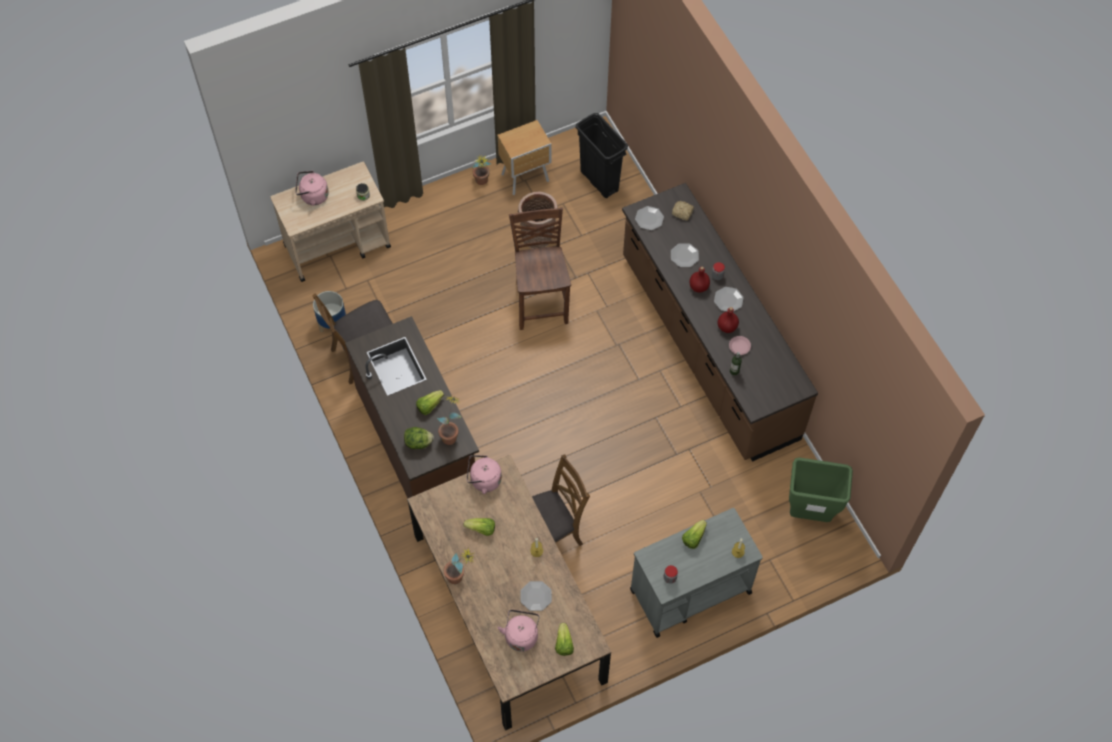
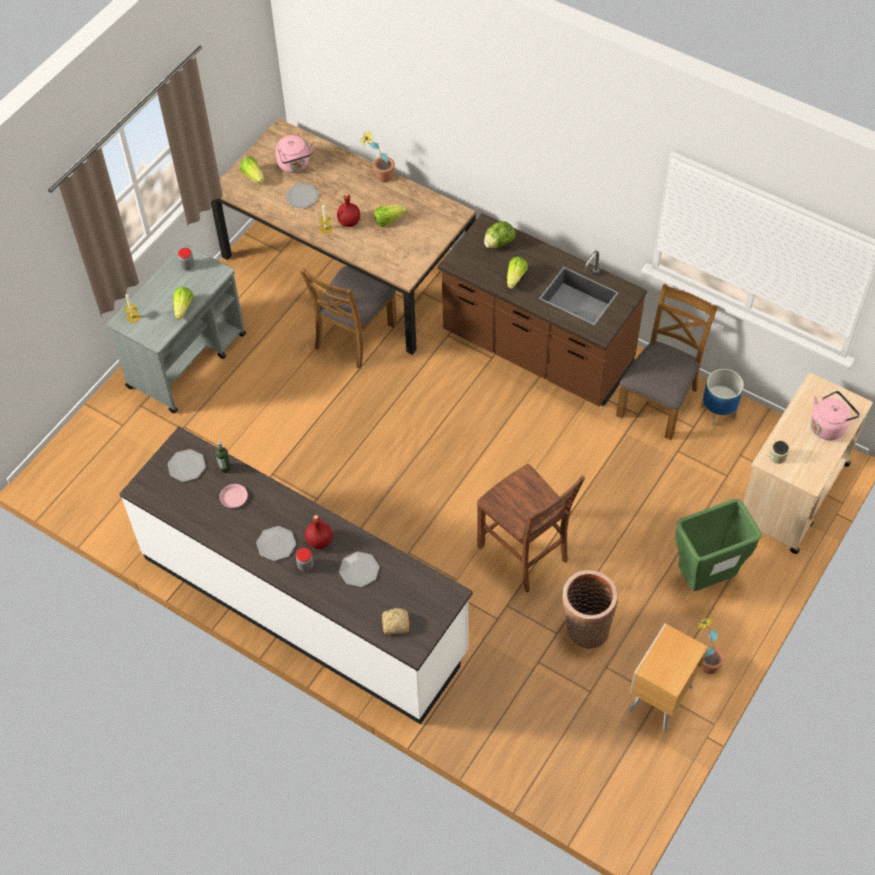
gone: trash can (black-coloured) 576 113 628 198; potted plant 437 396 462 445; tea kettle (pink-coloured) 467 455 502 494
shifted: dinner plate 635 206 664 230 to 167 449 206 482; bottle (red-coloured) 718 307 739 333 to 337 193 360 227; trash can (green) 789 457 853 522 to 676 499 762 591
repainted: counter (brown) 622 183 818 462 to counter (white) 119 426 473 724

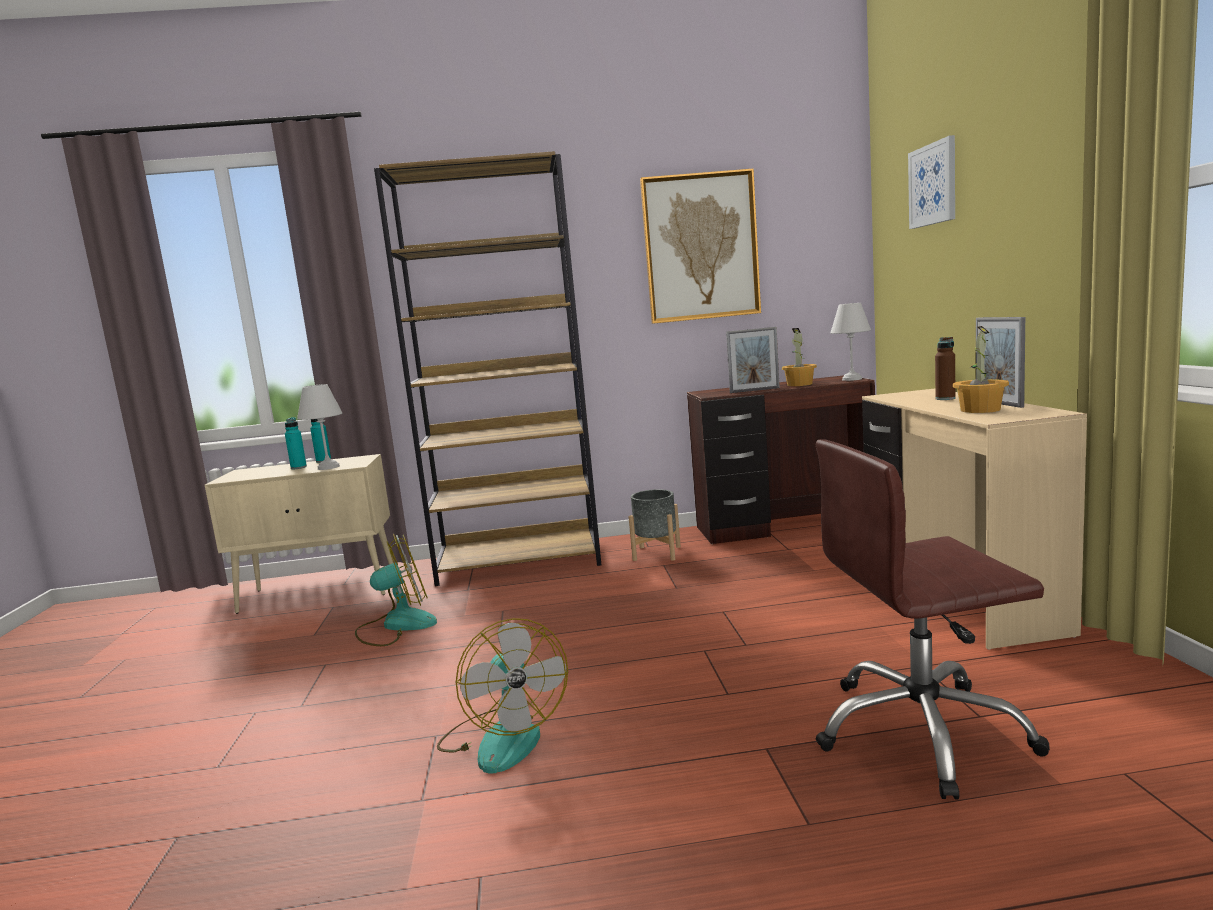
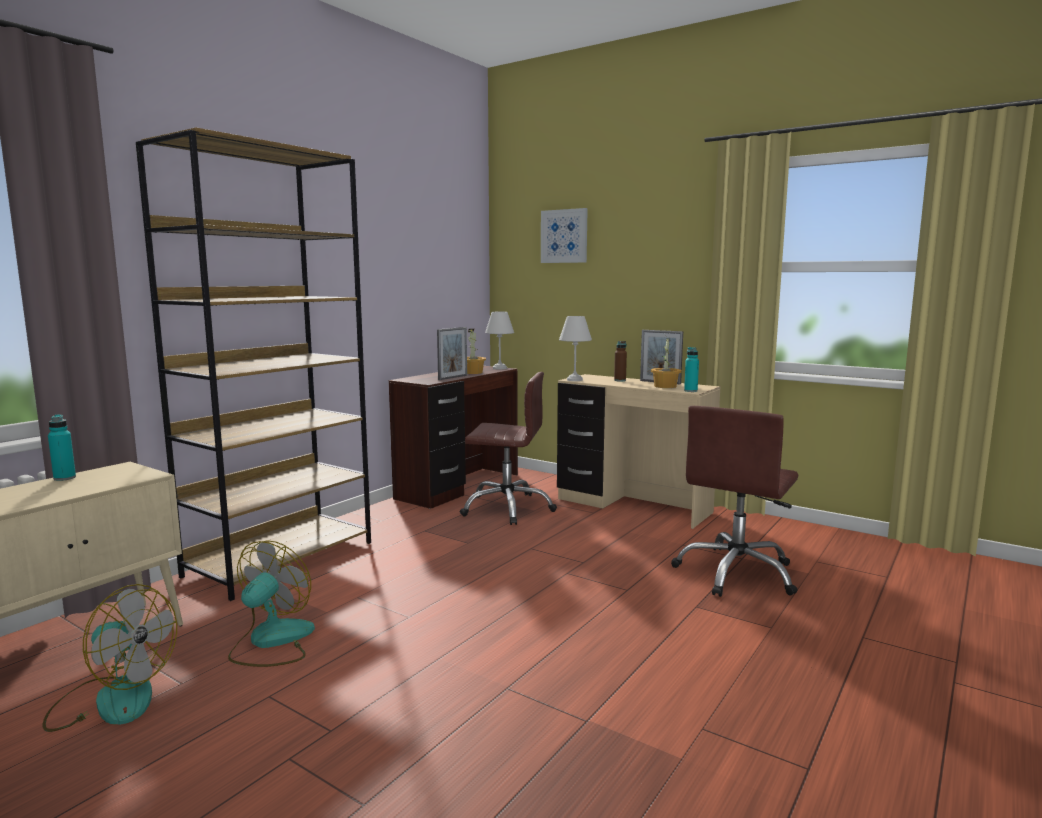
gone: wall art 640 169 761 324; flower pot (grey) 628 489 681 561
new: office chair (brown) 460 372 557 525
shifted: lamp for a table (white) 297 384 342 470 to 559 316 592 381; bottle (turquoise) 285 417 307 469 to 684 347 699 392; cooling fan 437 618 568 773 to 42 584 177 732

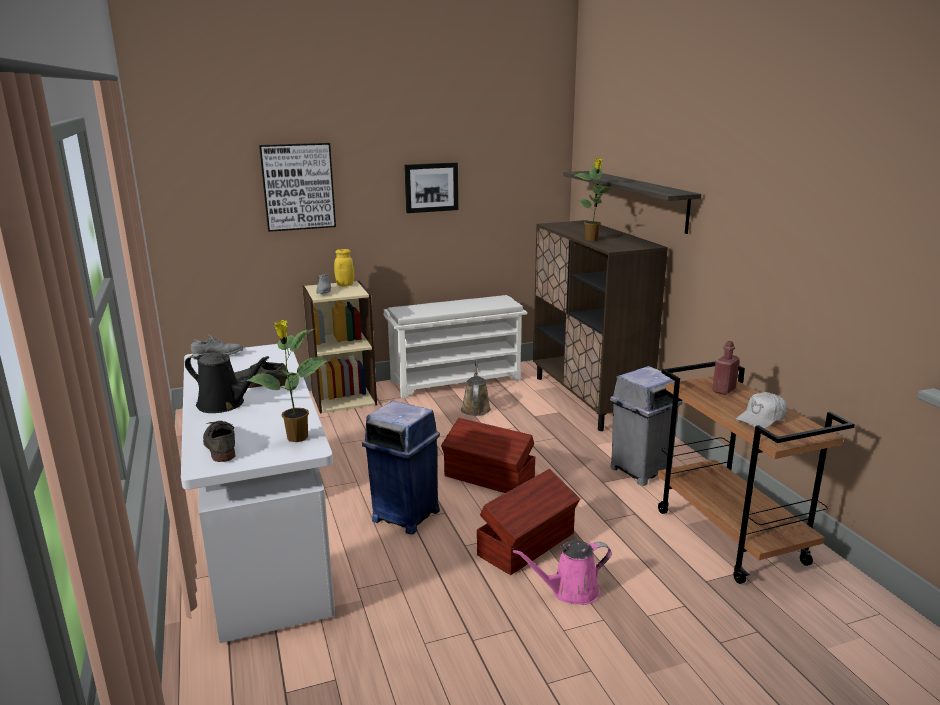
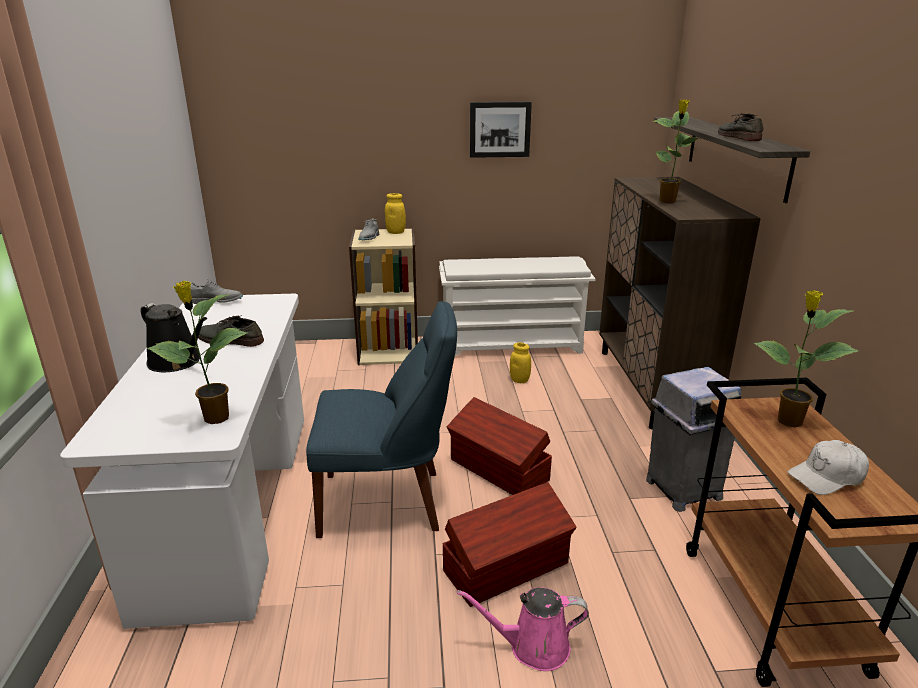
gone: wall art 259 143 336 232
shifted: shoe (grey) 203 421 236 462 to 718 113 763 141
swapped: bottle (red-coloured) 712 341 740 395 to potted plant 754 290 859 428; watering pot (brown) 461 359 491 416 to jar (yellow) 510 342 531 383; trash can (bluish) 362 401 440 535 to plain chair (bluish) 306 301 457 538

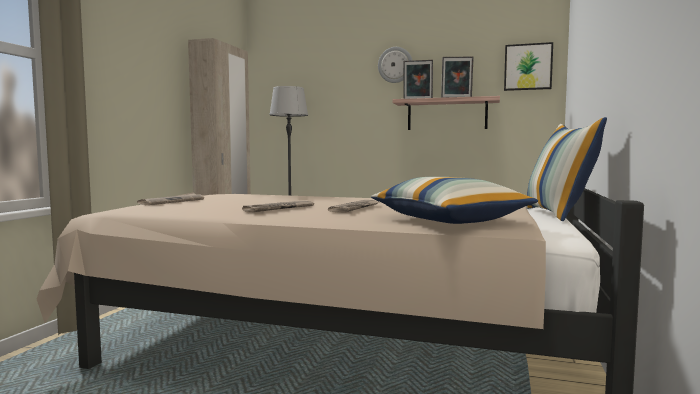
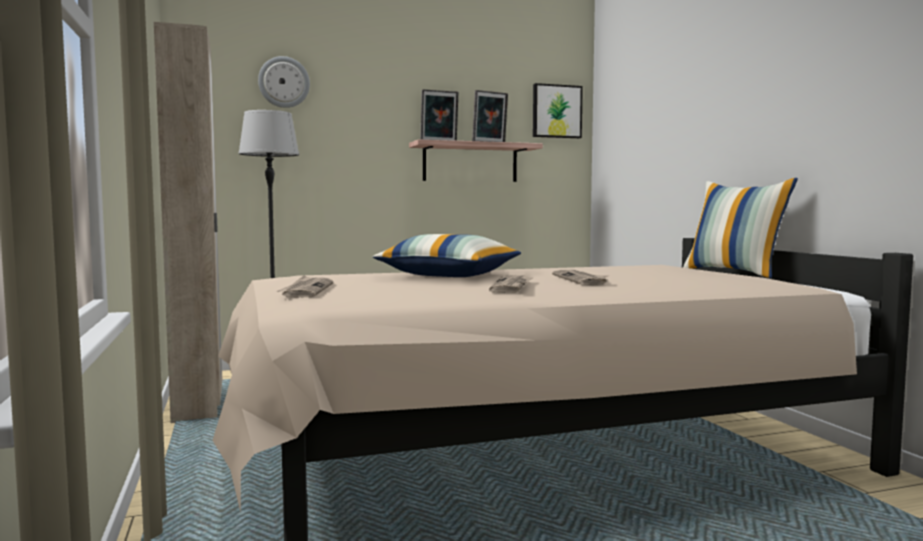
shifted: hanging clock 378 47 412 83 to 258 56 310 108; pillow 371 177 538 224 to 373 234 521 277

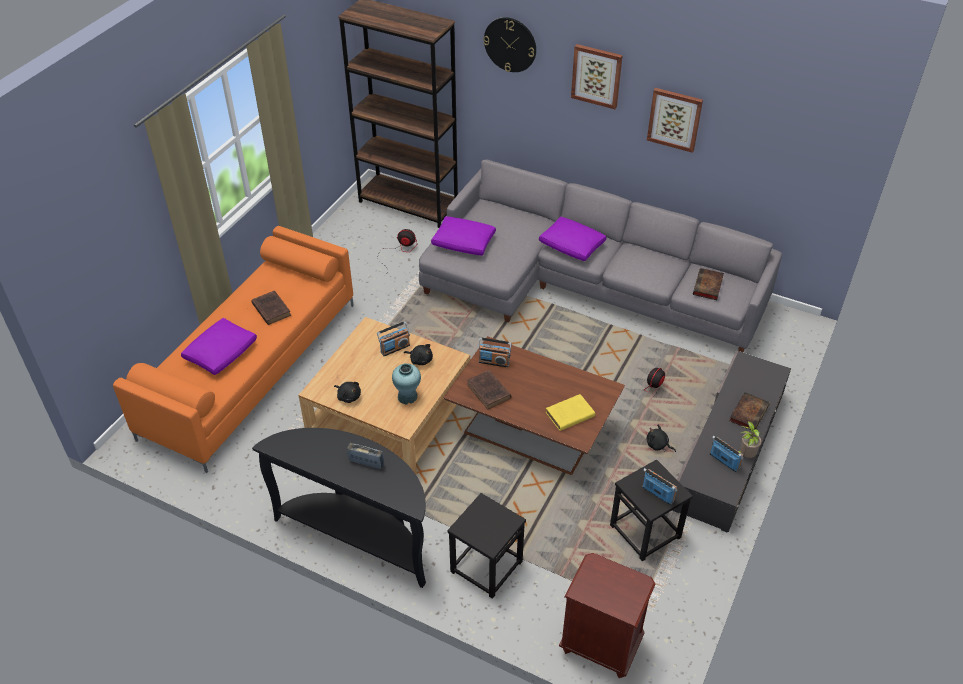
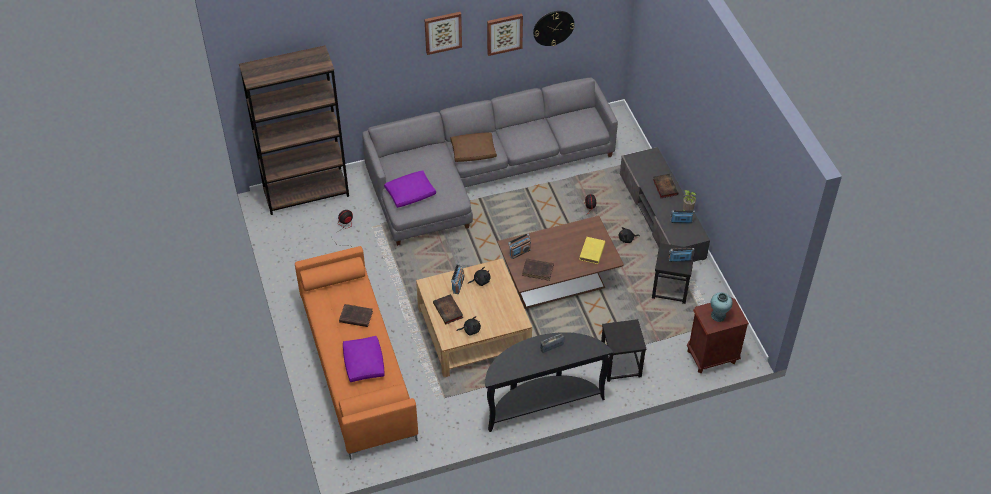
shifted: hanging clock 483 17 536 72 to 533 11 574 46; volume 693 268 724 300 to 433 294 463 324; decorative vase (turquoise) 392 363 421 404 to 711 292 733 322
repainted: pillow (purple) 539 217 606 261 to pillow (brown) 450 132 497 162

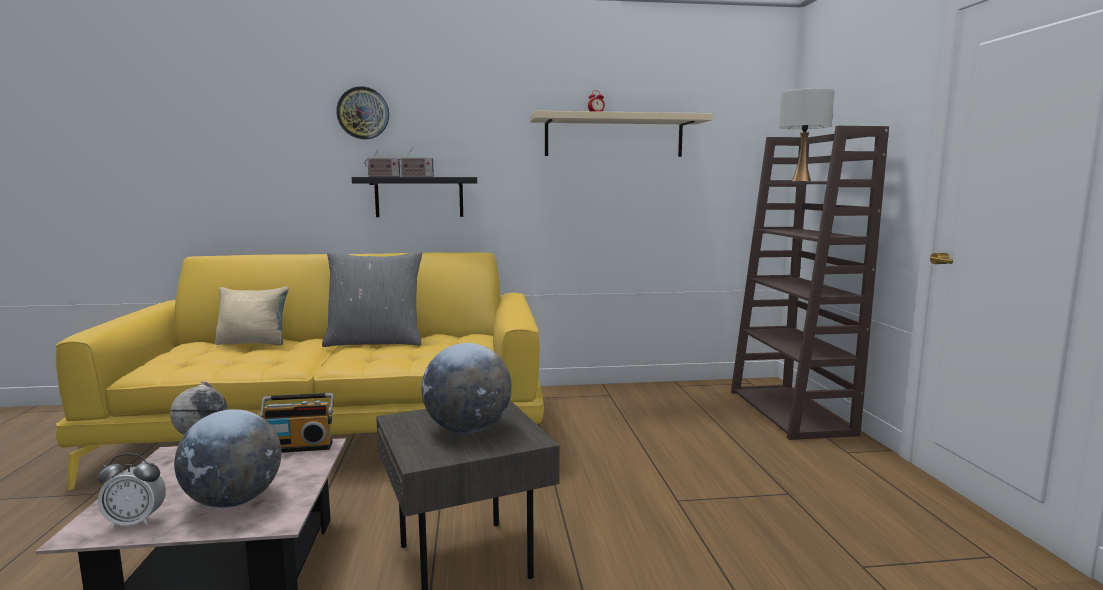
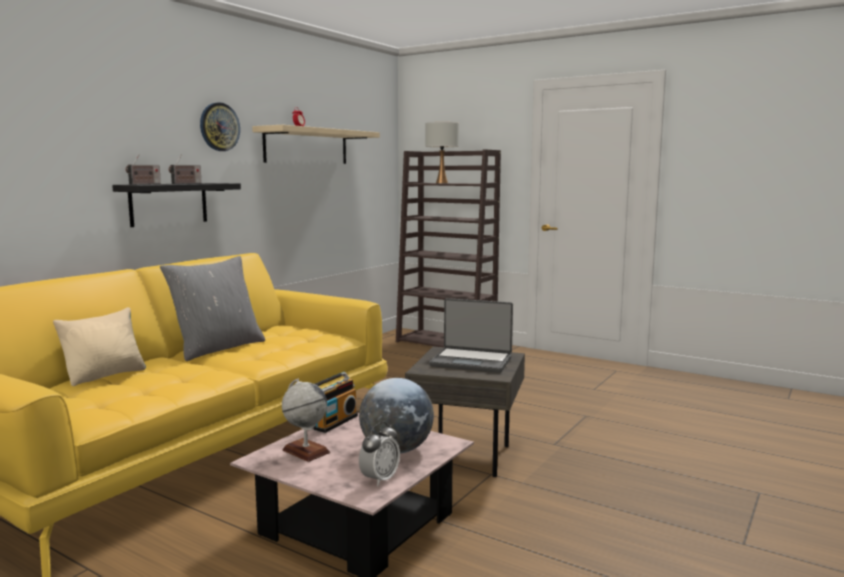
shifted: hanging clock 336 86 389 139 to 200 102 240 151
swapped: globe 421 343 512 433 to notebook computer 429 298 513 373

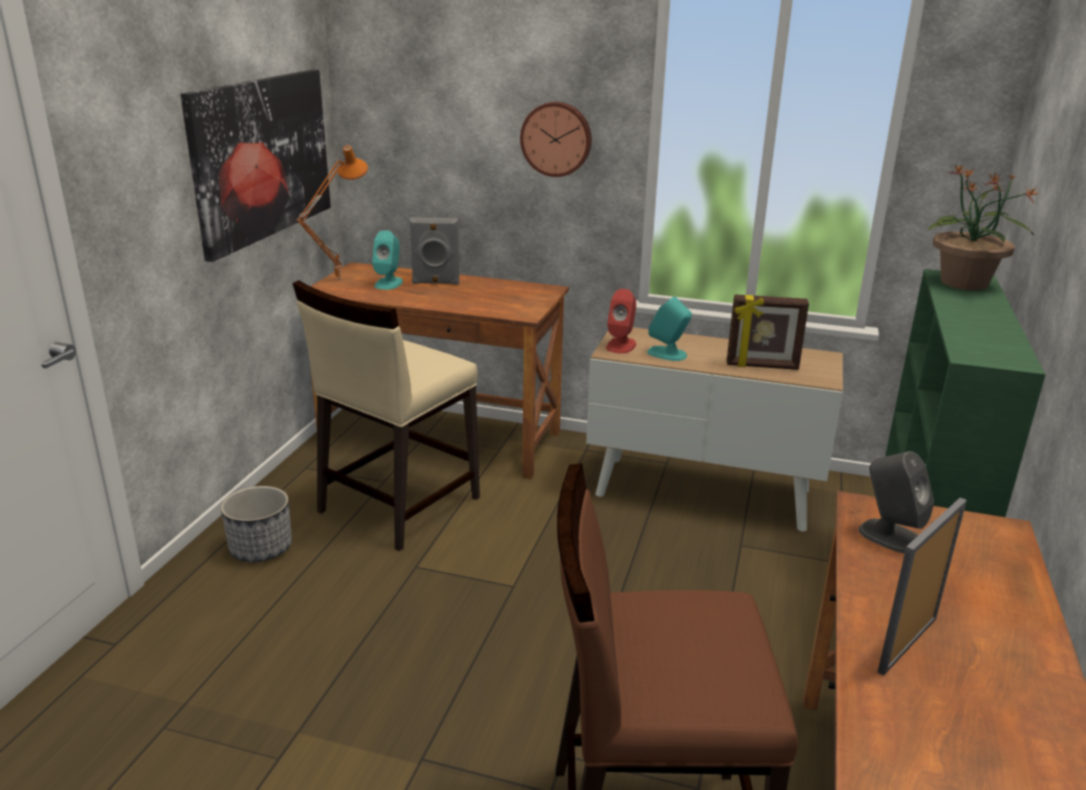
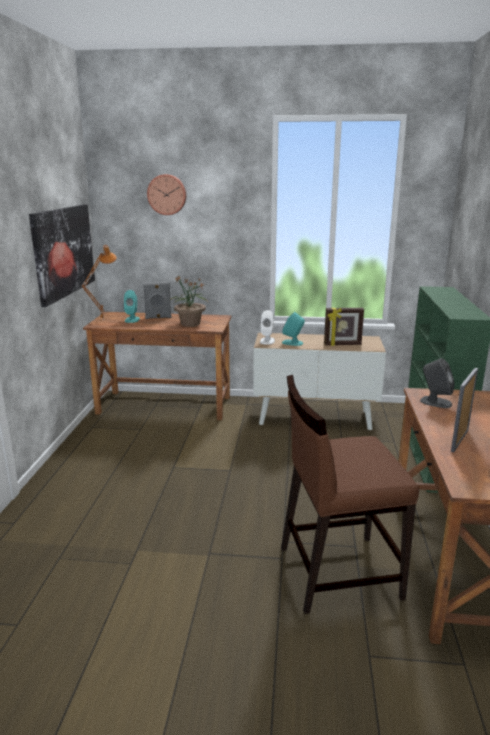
gone: plain chair (beige) 293 280 480 551; flower pot 221 486 292 562
shifted: hanging clock 520 102 592 177 to 147 174 186 215; potted plant 927 165 1037 290 to 170 275 207 327
repainted: loudspeaker (red-coloured) 606 289 636 354 to loudspeaker (white) 260 310 275 345

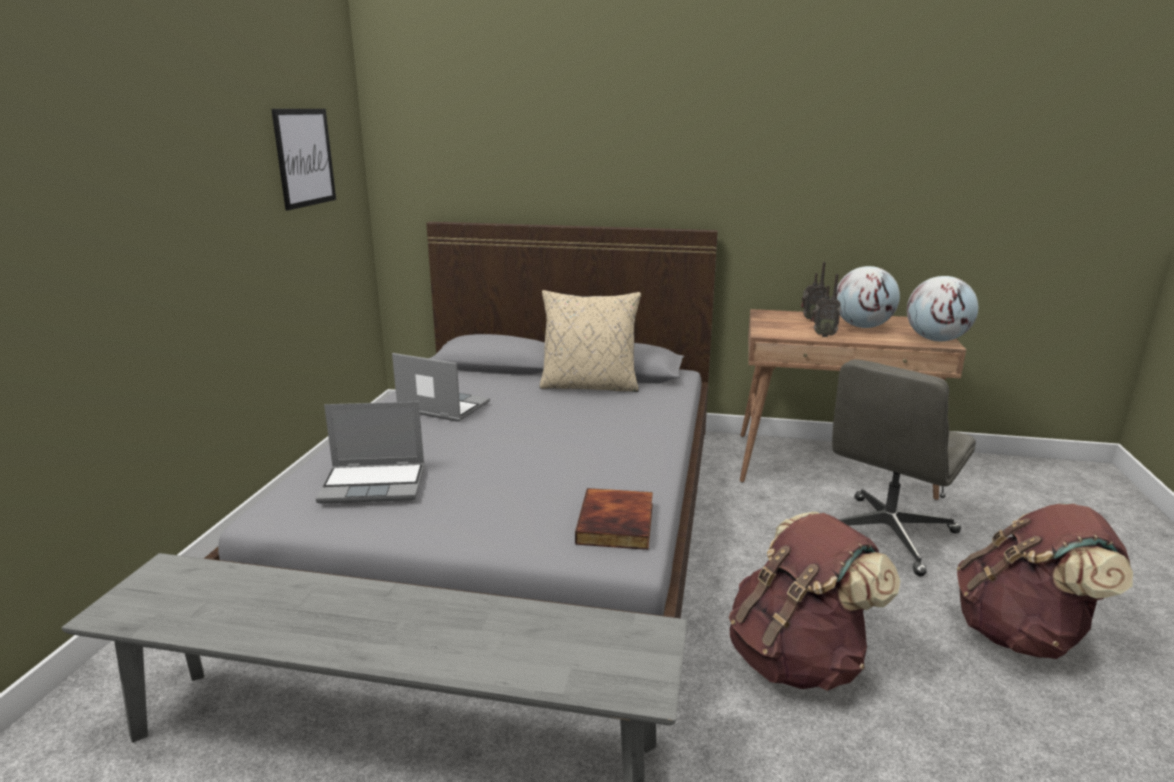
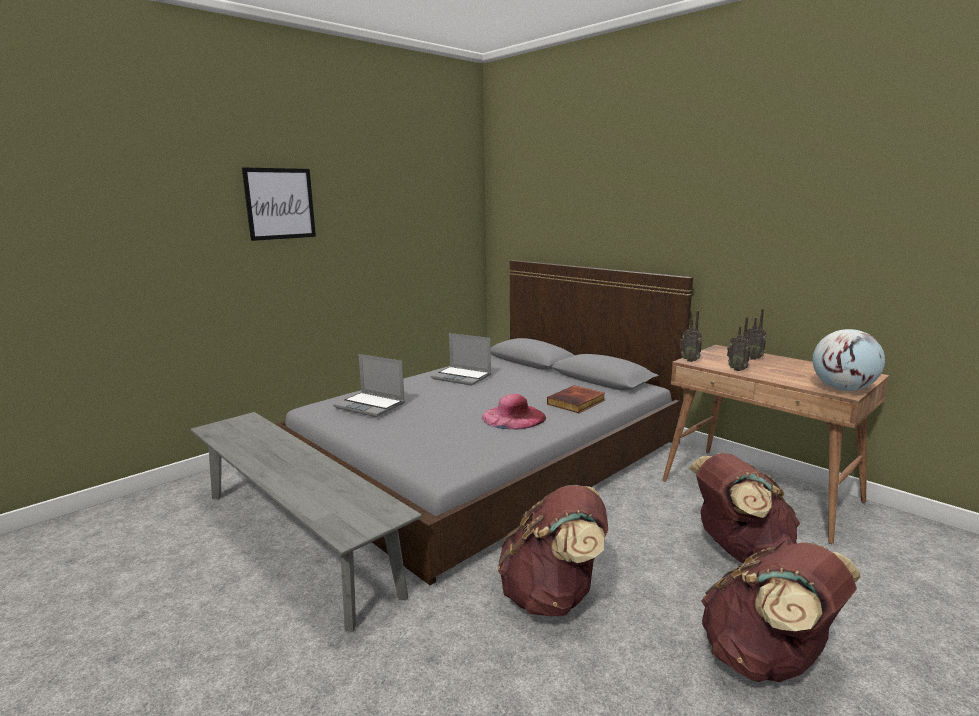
gone: globe 836 266 900 328; pillow (beige) 540 290 641 392
new: radio 680 311 702 362; clothing hat (pink-coloured) 482 394 546 429
shifted: wall art 271 109 336 210 to 242 167 316 241; volume 575 488 653 550 to 547 386 605 413
swapped: office chair (grey) 832 359 976 576 to rucksack (brown) 688 453 800 563
rotated: notebook computer 392 353 490 422 = 431 333 491 386 150 degrees clockwise

